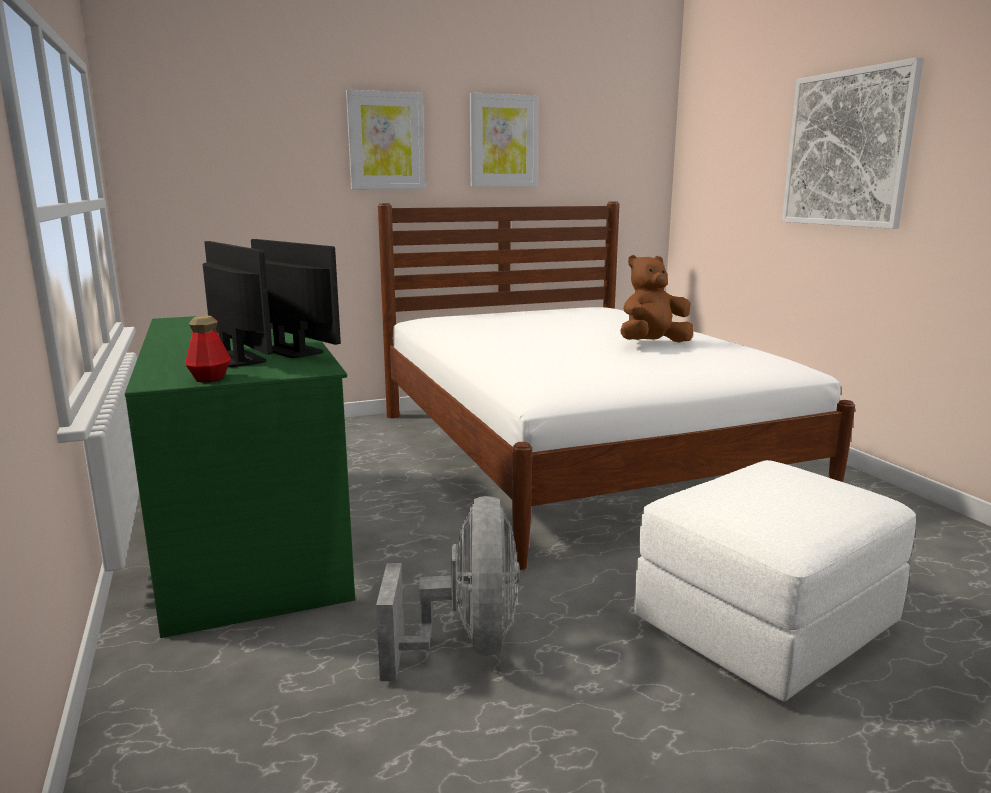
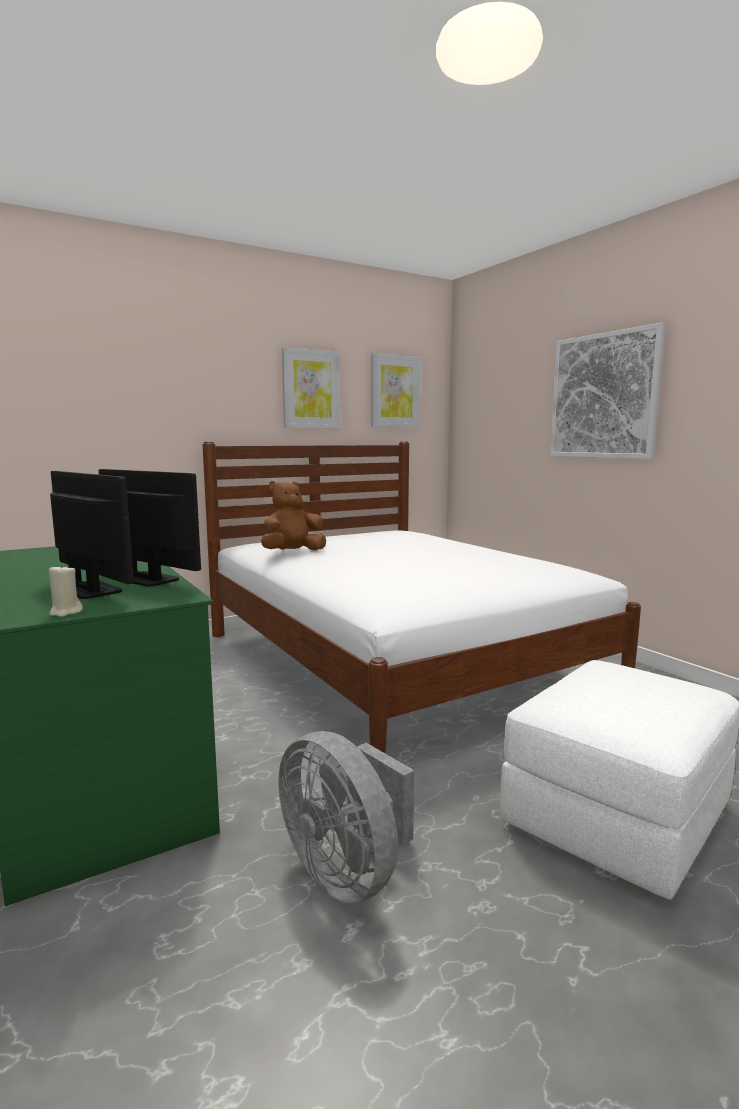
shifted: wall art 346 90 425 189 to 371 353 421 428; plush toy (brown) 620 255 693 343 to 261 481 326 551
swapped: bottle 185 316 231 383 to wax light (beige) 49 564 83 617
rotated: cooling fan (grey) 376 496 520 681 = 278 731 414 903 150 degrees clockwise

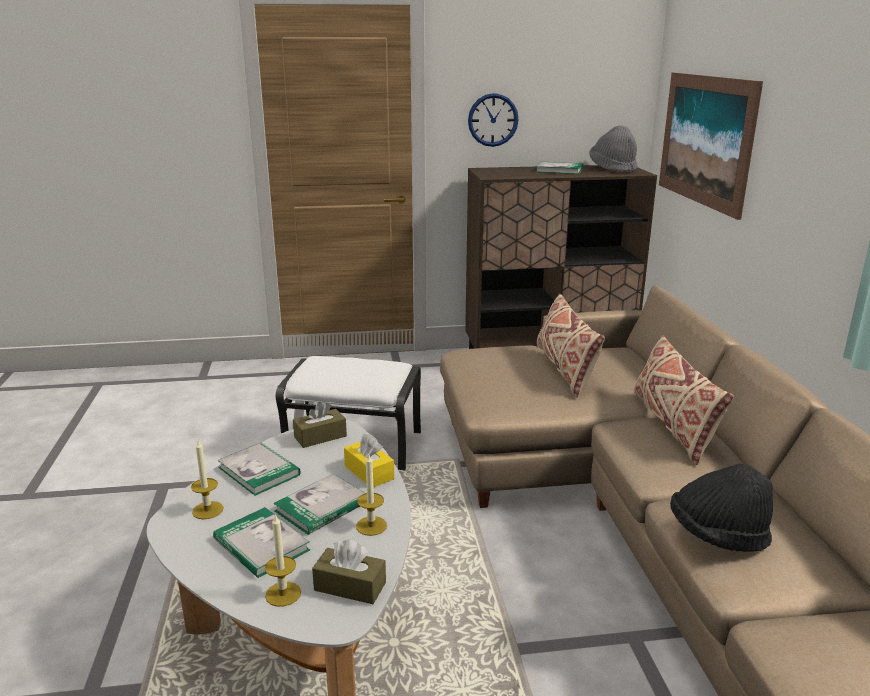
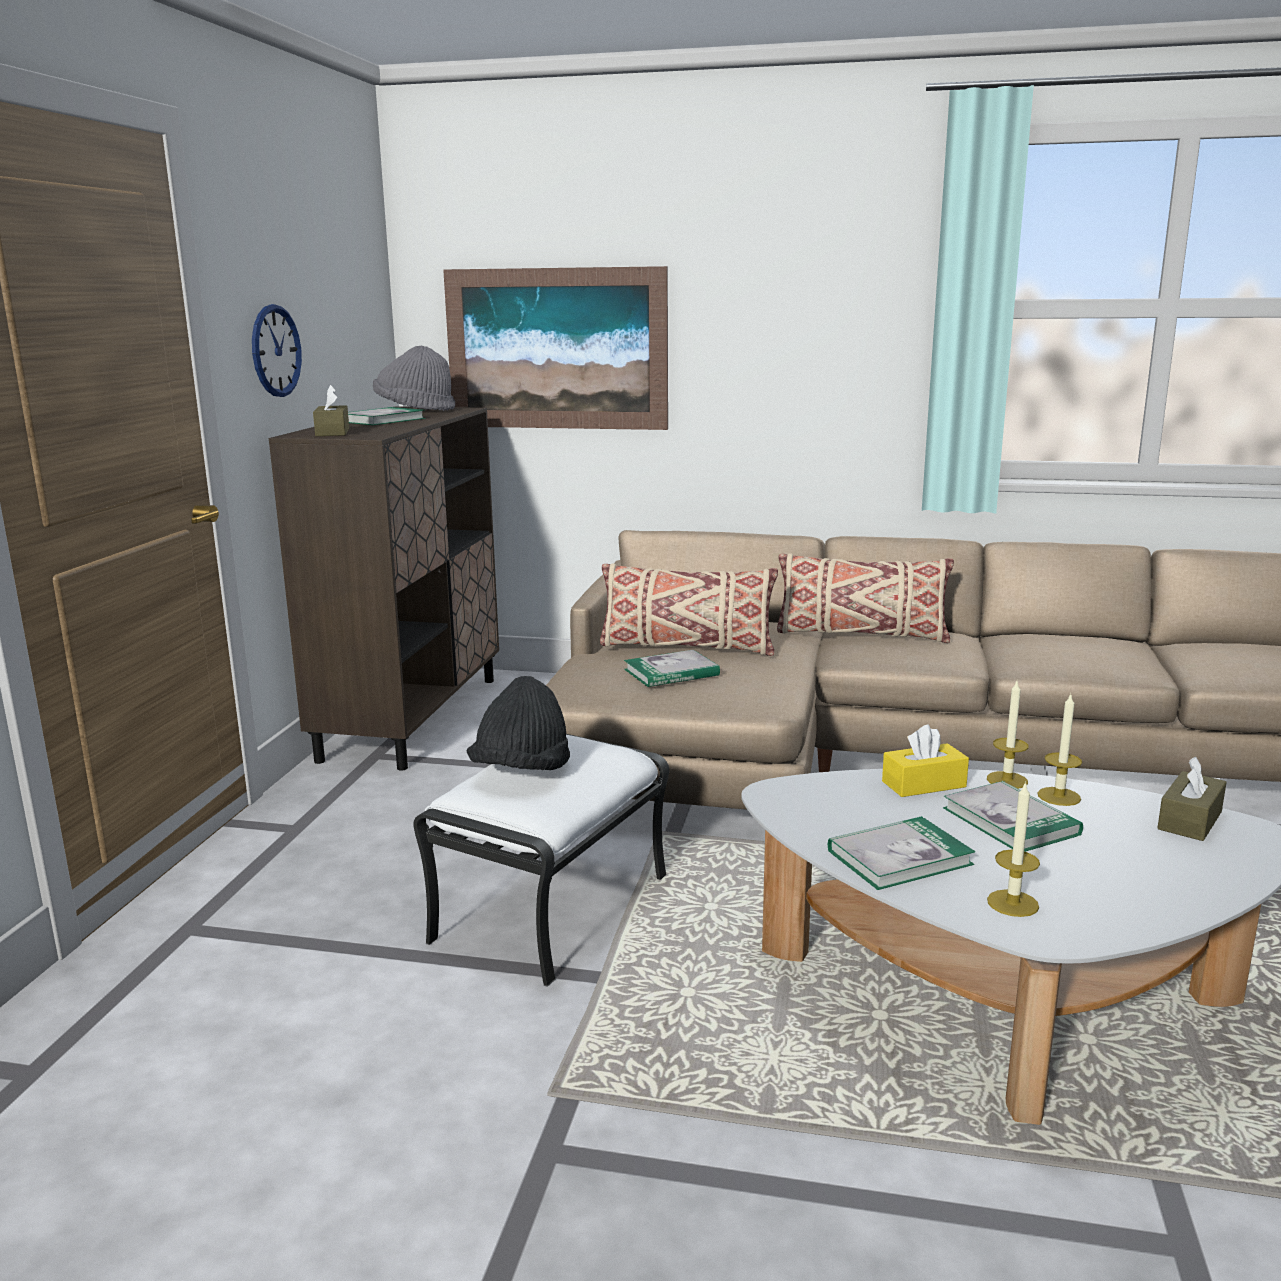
shifted: box of tissues (brown) 293 402 347 448 to 313 385 349 436; clothing hat (black-coloured) 670 464 773 552 to 467 676 570 770; volume 213 507 310 578 to 624 650 720 687; wax light 265 514 301 607 to 987 681 1028 789

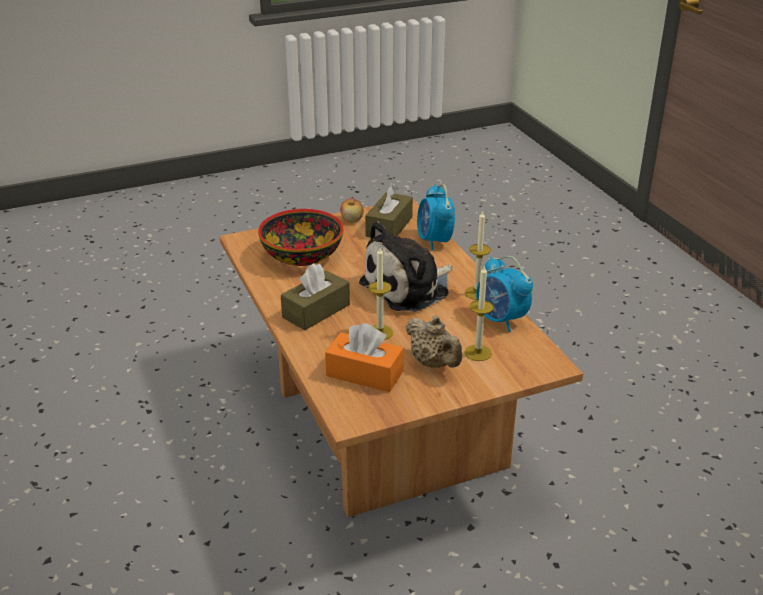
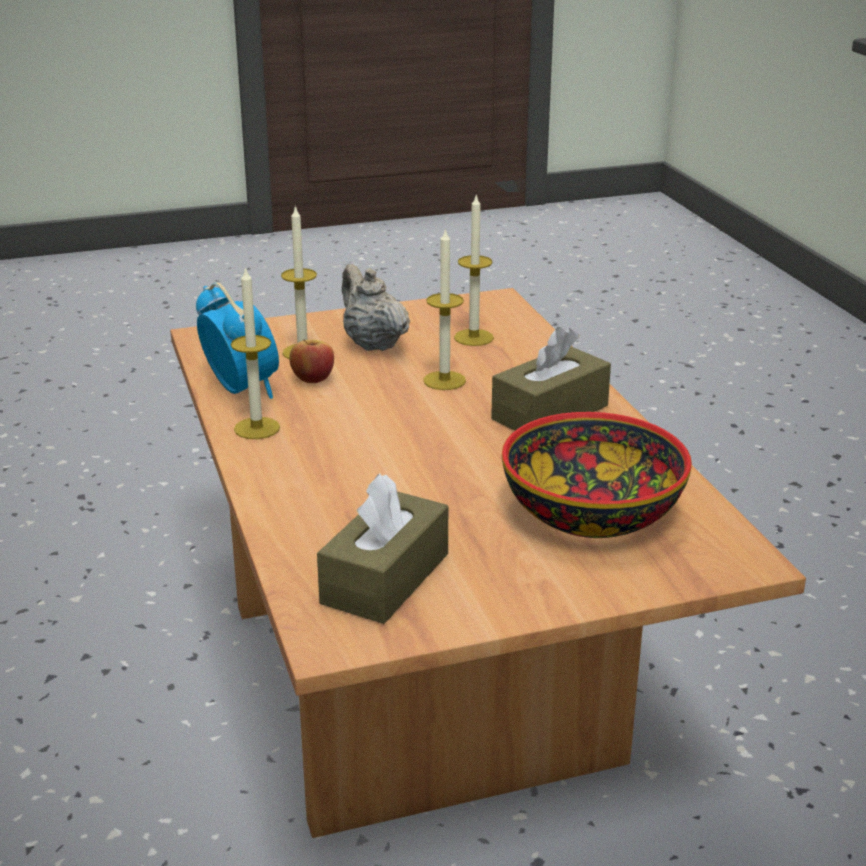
gone: bedside clock 417 184 455 251; plush toy 359 221 453 312
shifted: apple fruit 340 198 364 223 to 289 339 334 383
swapped: box of tissues (orange) 325 323 404 392 to wax light 454 193 494 346

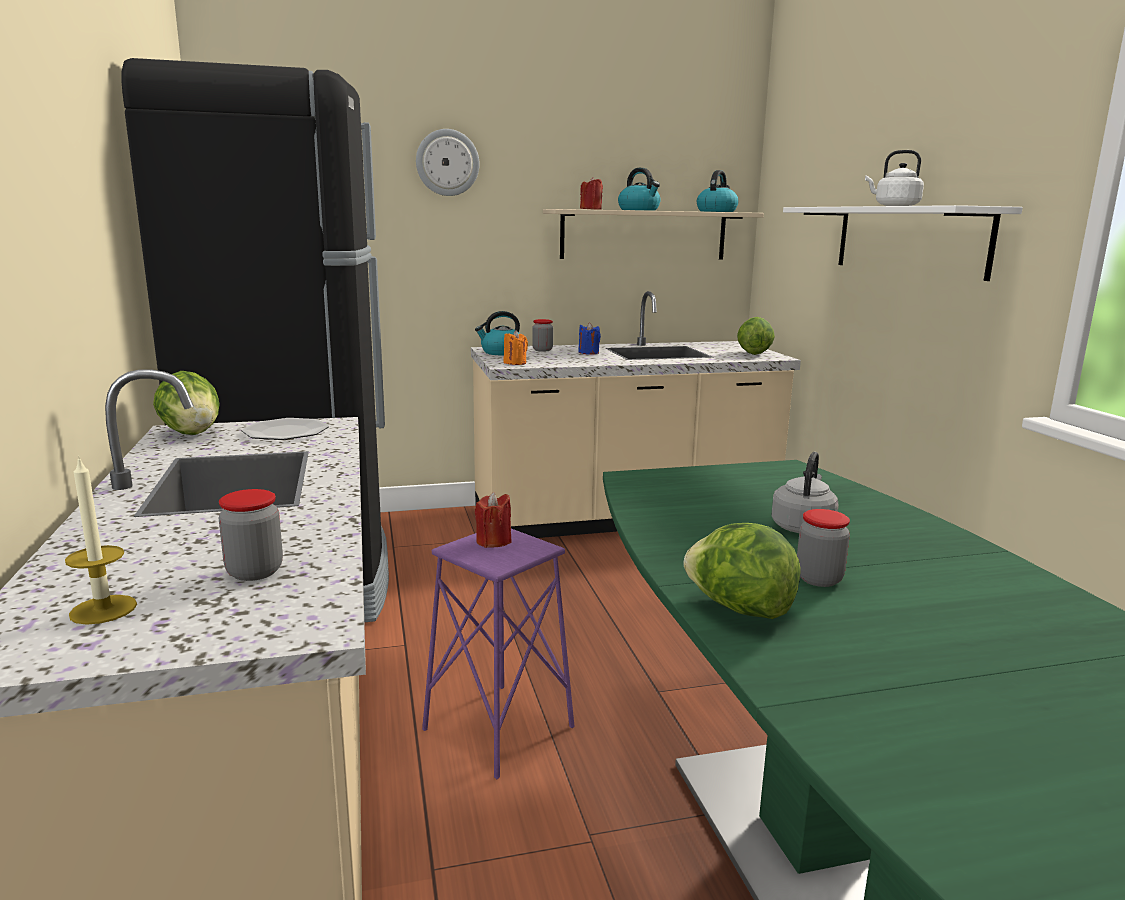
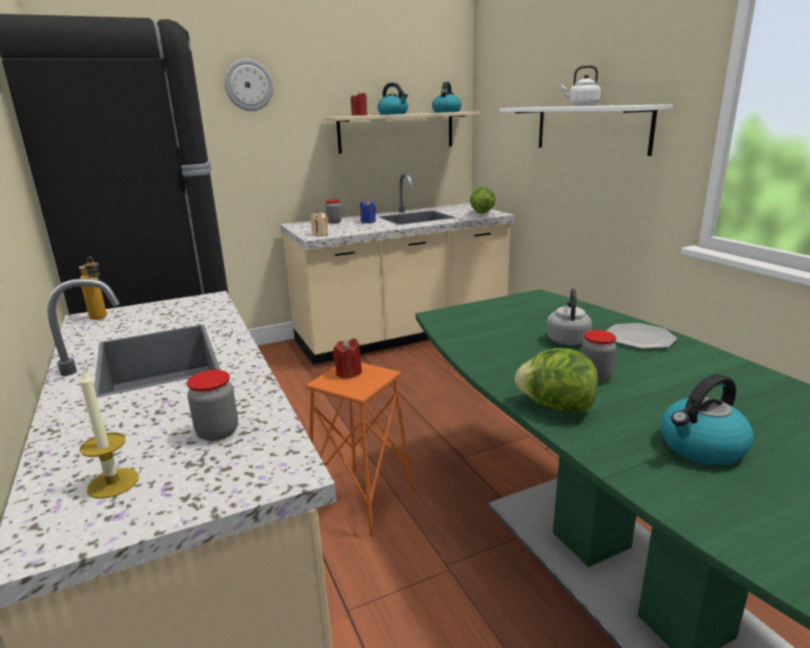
shifted: tea kettle 475 311 520 356 to 661 374 754 465; dinner plate 241 418 329 440 to 606 323 677 349
swapped: lettuce 153 371 219 435 to bottle 79 256 107 320
repainted: wax light (orange) 504 330 528 365 to wax light (beige) 311 211 328 236; stool (purple) 422 529 574 779 to stool (orange) 306 362 414 538

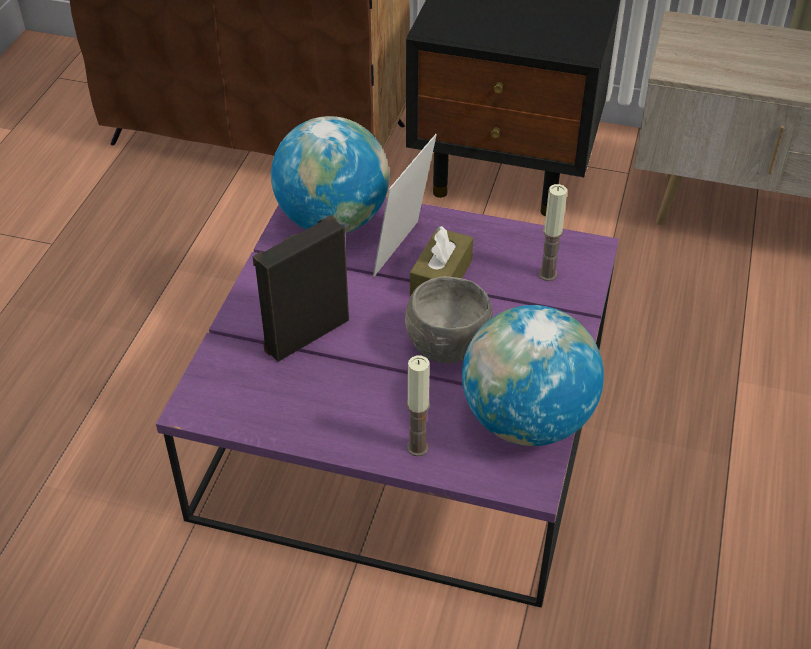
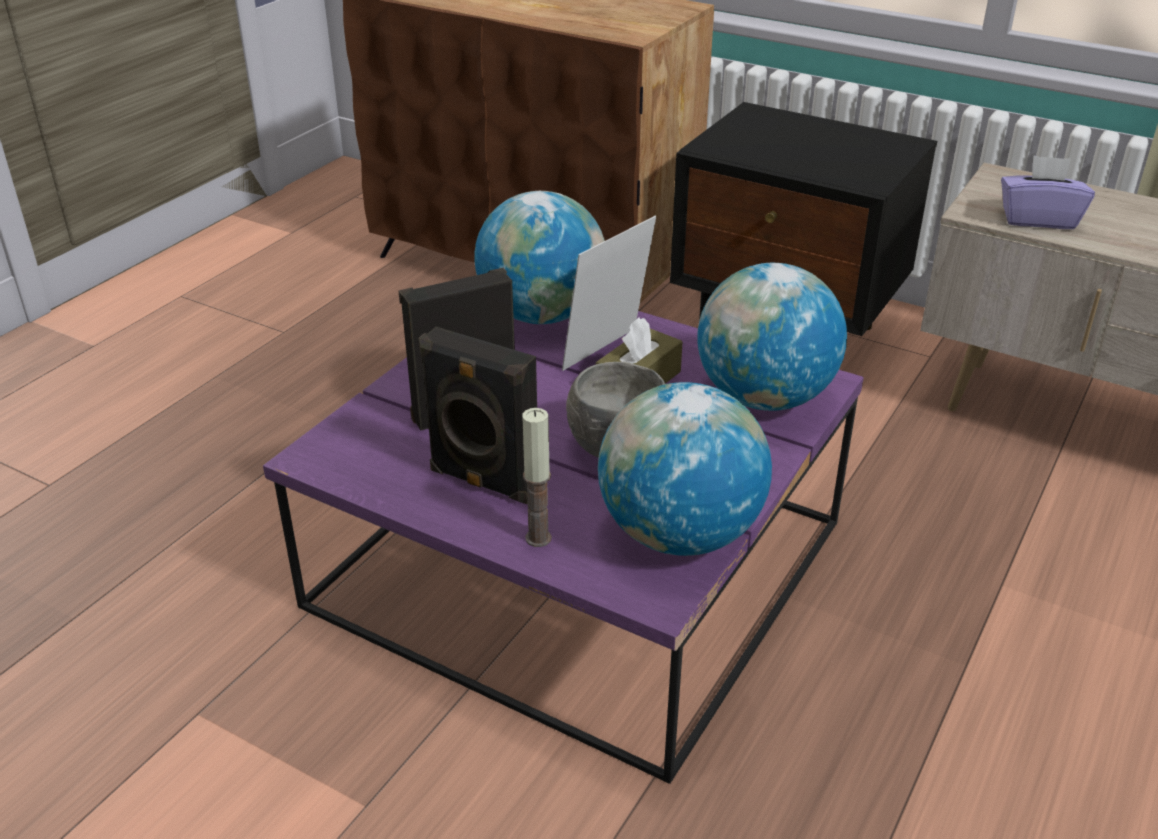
new: box of tissues (purple) 1001 155 1095 229; loudspeaker (black-coloured) 419 327 537 504
swapped: wax light 539 184 567 281 to globe 697 263 847 411

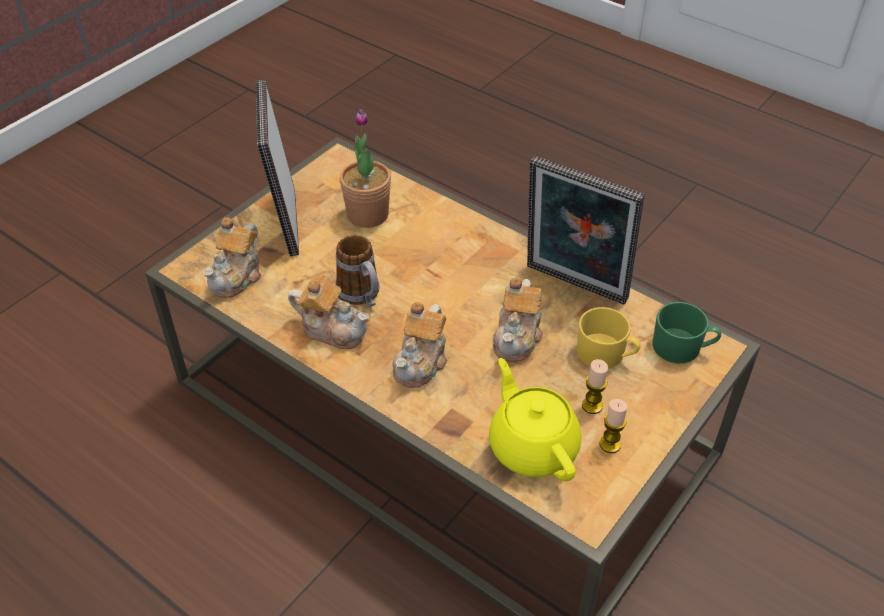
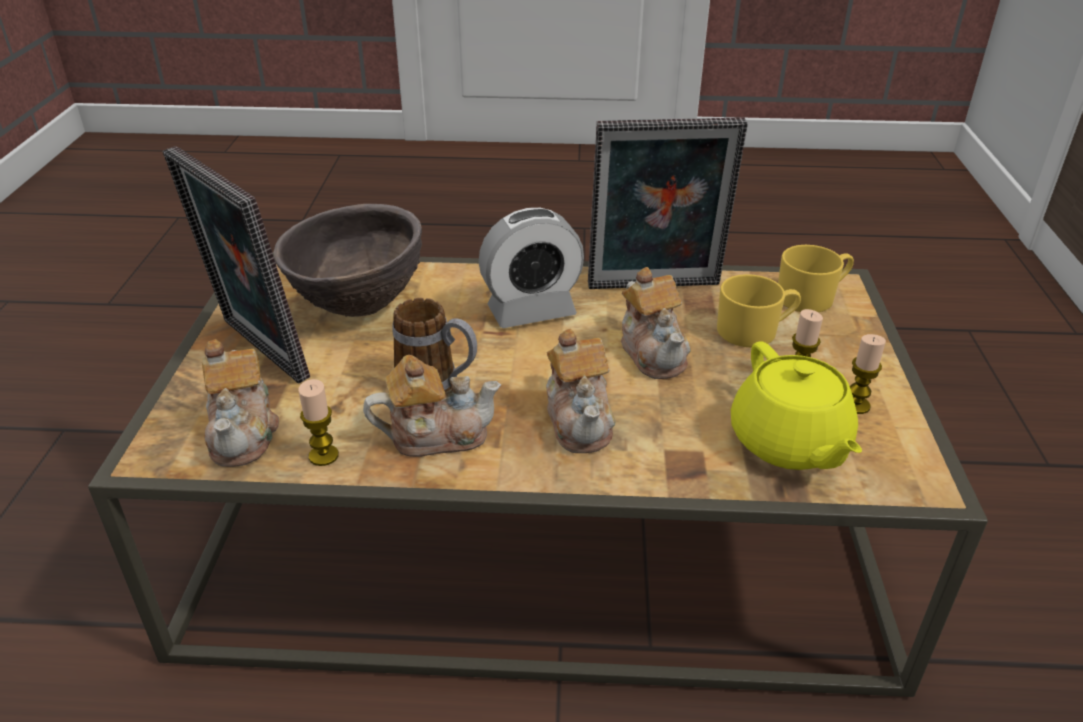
new: bedside clock 479 208 584 328; wax light 299 379 339 466
swapped: potted plant 340 109 391 228 to deep dish (brown) 273 204 422 317
repainted: mug (green) 652 302 721 363 to mug (yellow) 778 245 854 313
rotated: teapot (yellow) 489 358 582 481 = 731 341 862 470 135 degrees counterclockwise

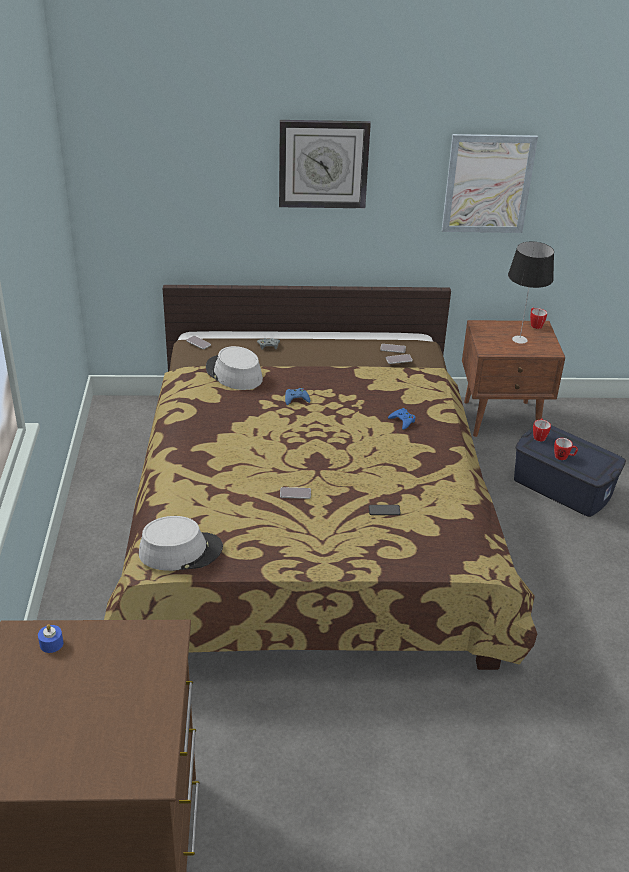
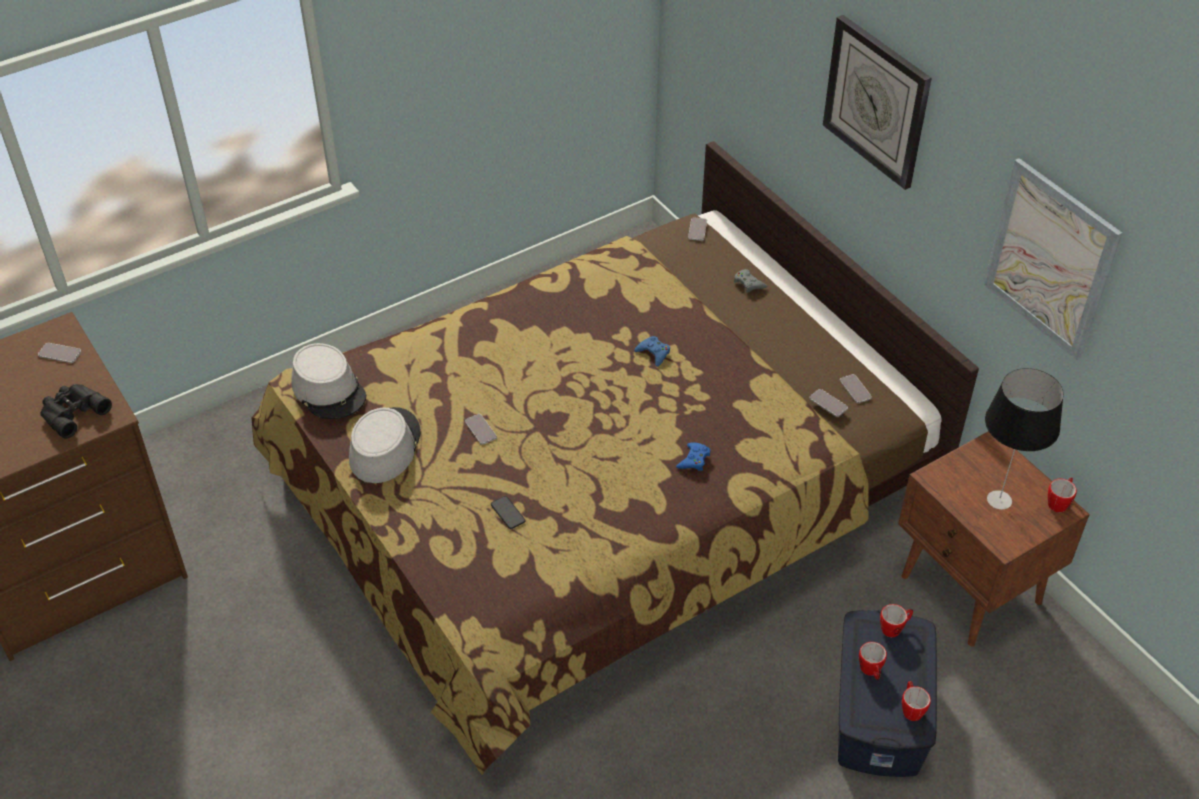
new: field glasses (black-coloured) 40 384 112 438; mug 902 681 931 721
shifted: clothing hat (grey) 206 346 263 390 to 349 407 421 483
swapped: wax light (bluish) 38 624 63 653 to handset 38 343 81 363

